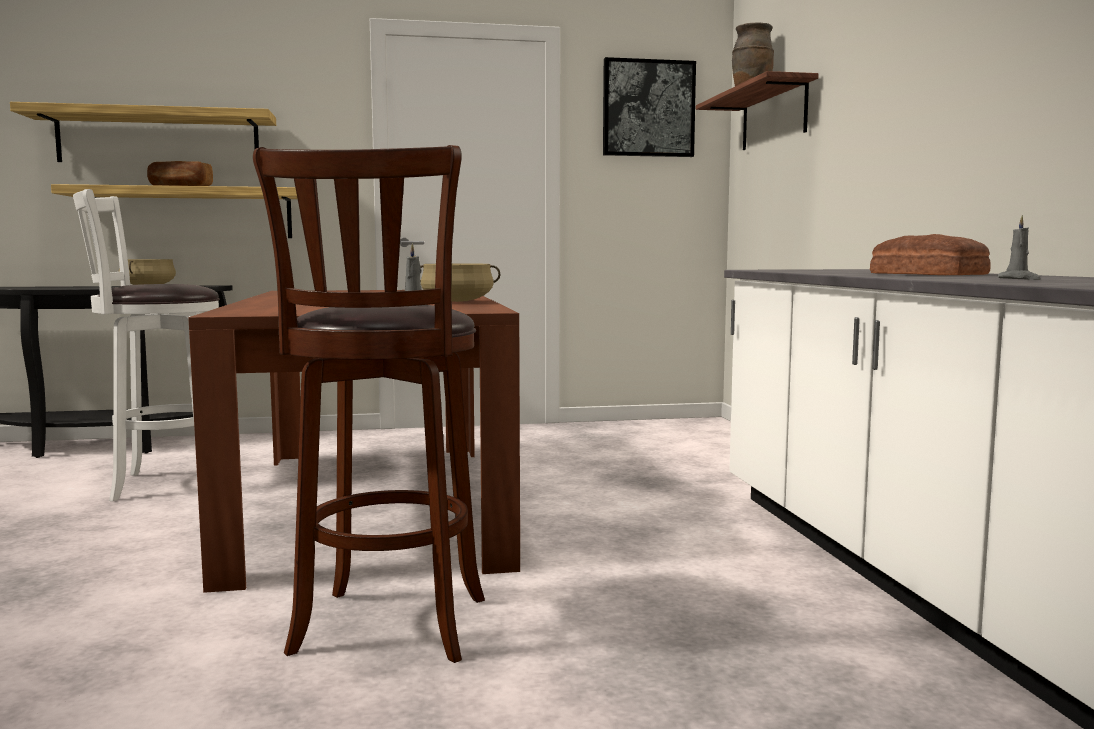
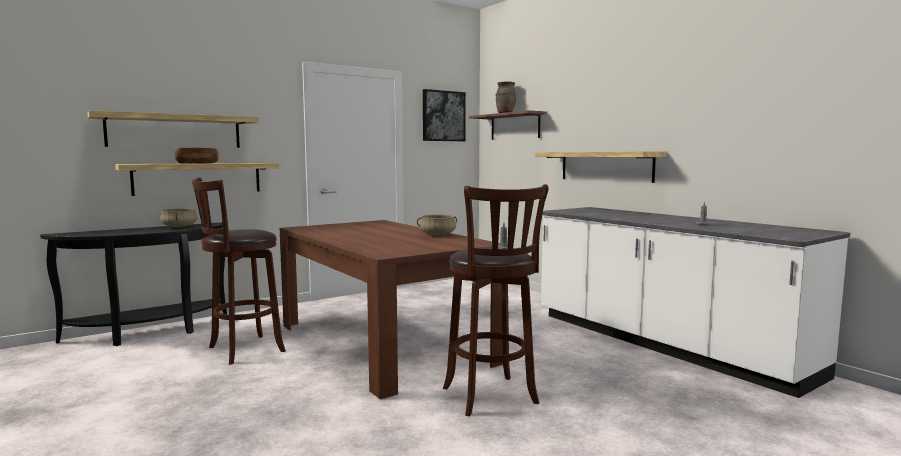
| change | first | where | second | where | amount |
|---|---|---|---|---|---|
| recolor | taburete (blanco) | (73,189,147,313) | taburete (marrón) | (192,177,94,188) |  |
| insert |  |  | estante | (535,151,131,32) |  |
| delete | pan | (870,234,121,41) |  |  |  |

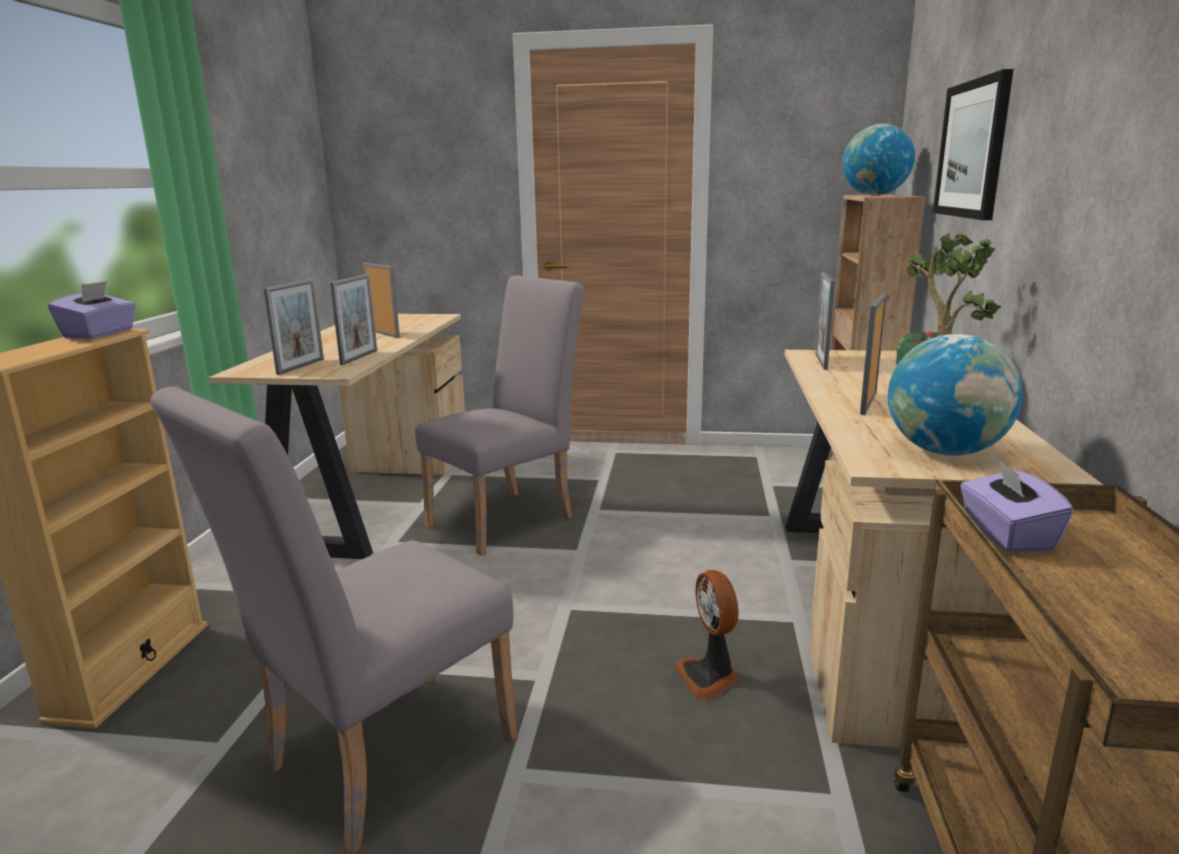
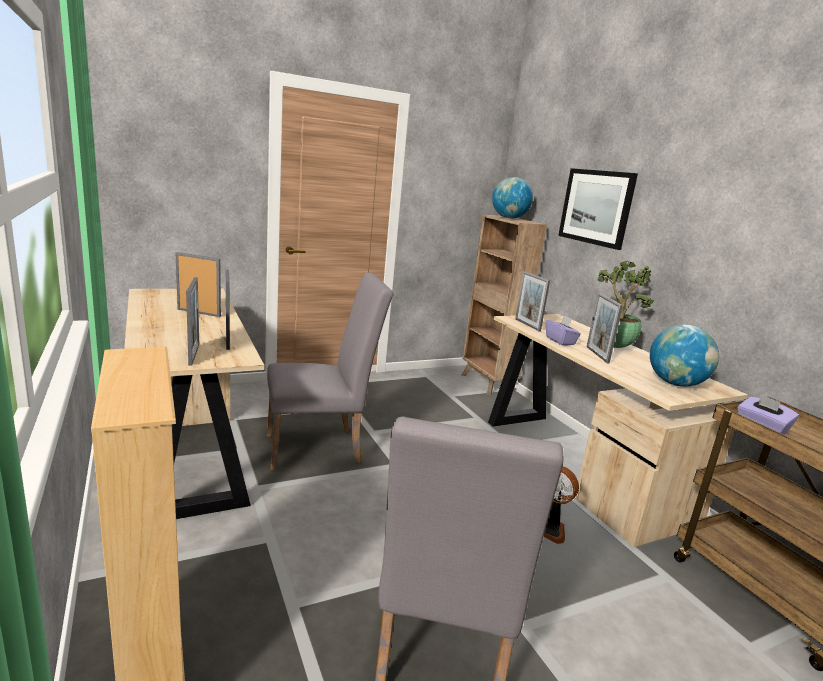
| change | first | where | second | where | amount |
|---|---|---|---|---|---|
| rotate | silla (gris) | (415,275,169,281) |  | (267,273,127,198) | 60 degrees clockwise |
| move | caja de pañuelos (morado) | (48,281,88,58) |  | (546,315,35,30) |  |

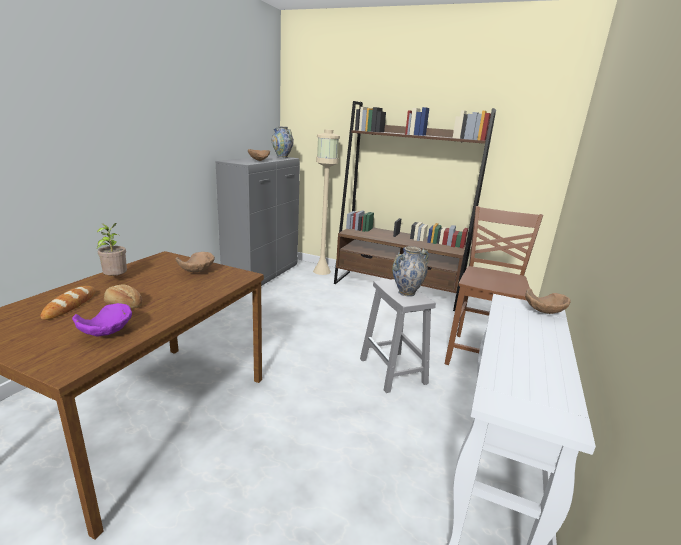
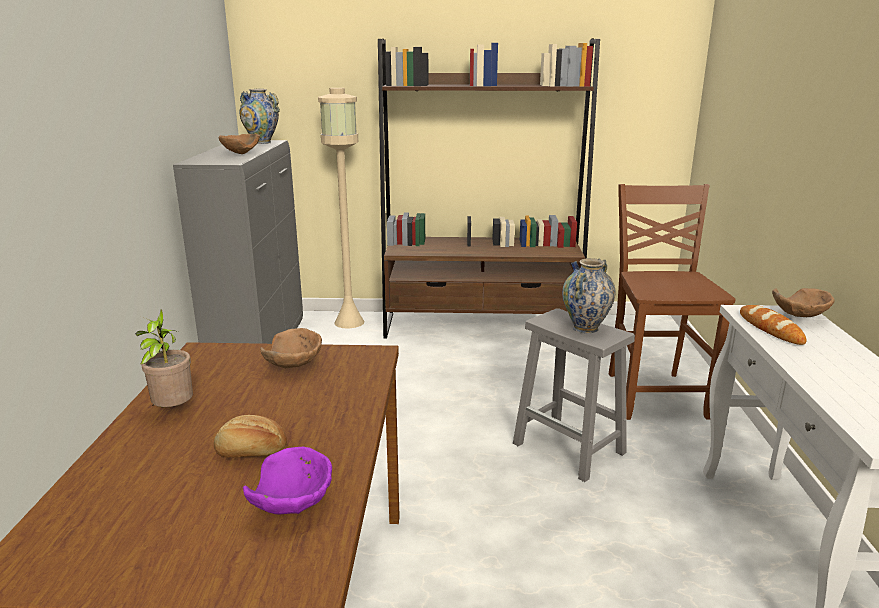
| change | first | where | second | where | amount |
|---|---|---|---|---|---|
| move | pan | (40,286,56,34) |  | (740,305,66,40) |  |

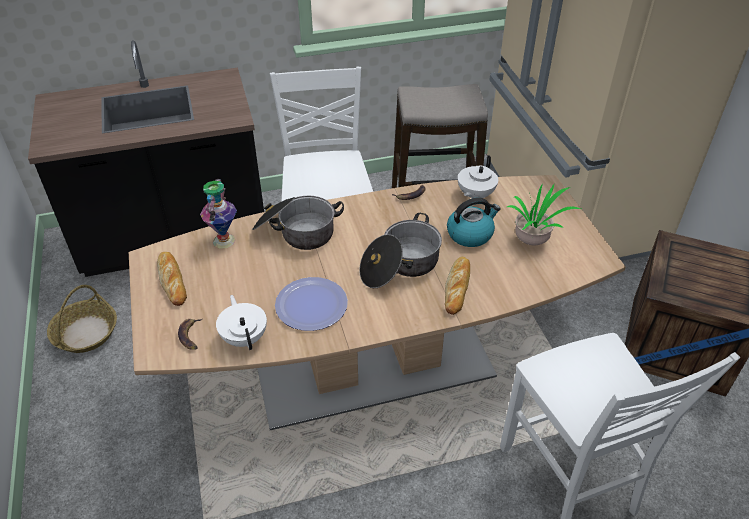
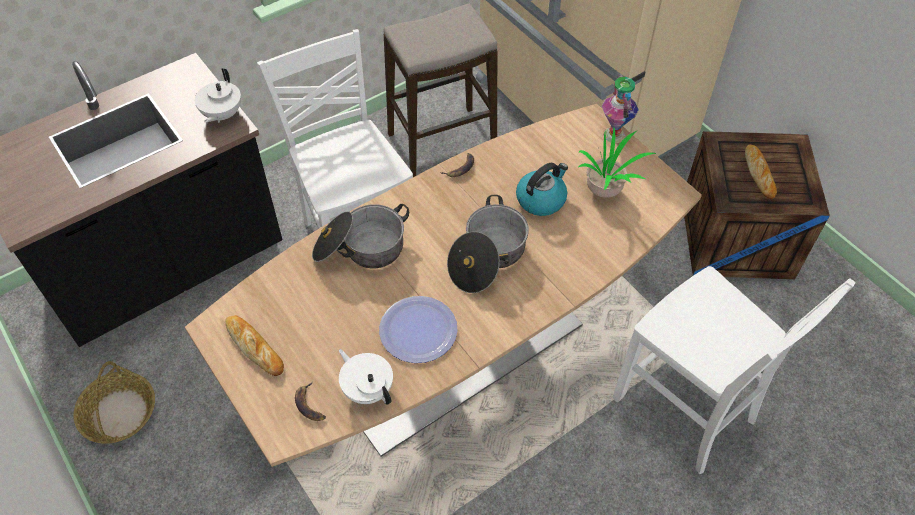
| change | first | where | second | where | amount |
|---|---|---|---|---|---|
| move | tetera (blanco) | (458,155,40,44) |  | (195,68,46,55) |  |
| move | florero | (200,179,37,70) |  | (602,74,37,69) |  |
| move | pan | (445,256,25,59) |  | (745,145,32,54) |  |

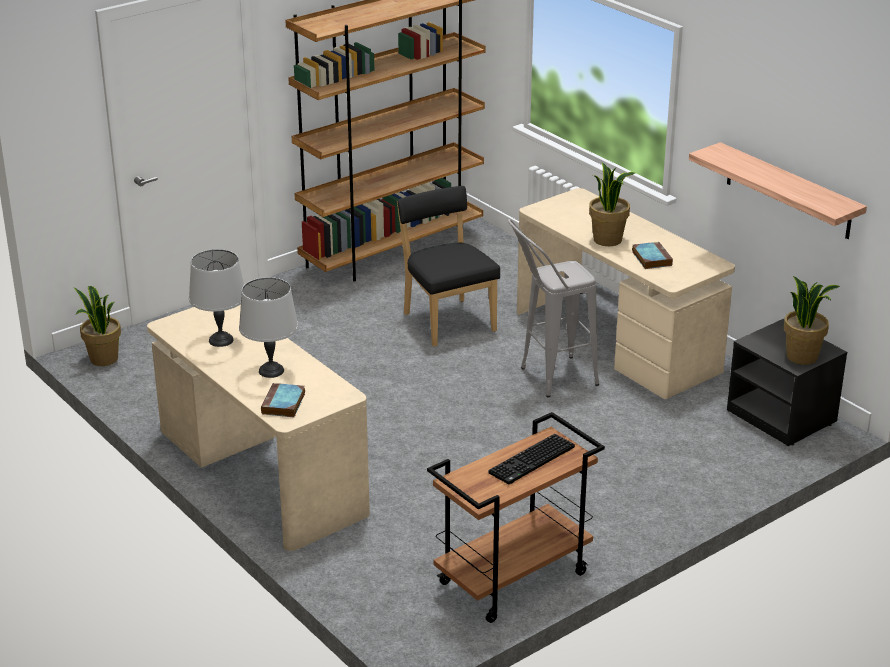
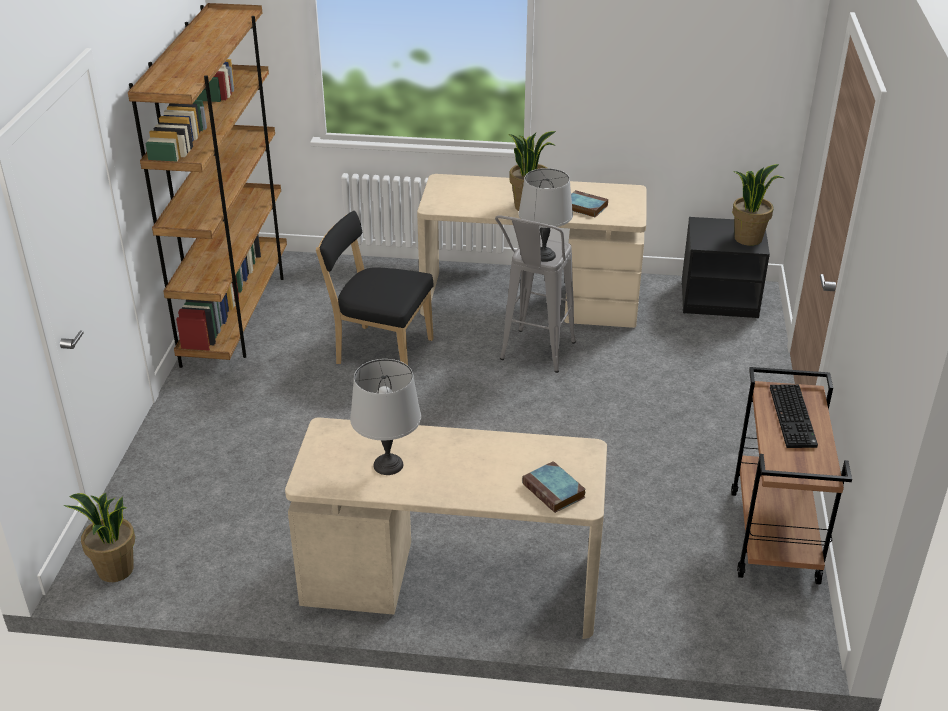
| change | first | where | second | where | amount |
|---|---|---|---|---|---|
| move | lámpara de mesa (gris) | (239,277,59,101) |  | (519,168,54,94) |  |
| delete | estante | (689,142,178,97) |  |  |  |

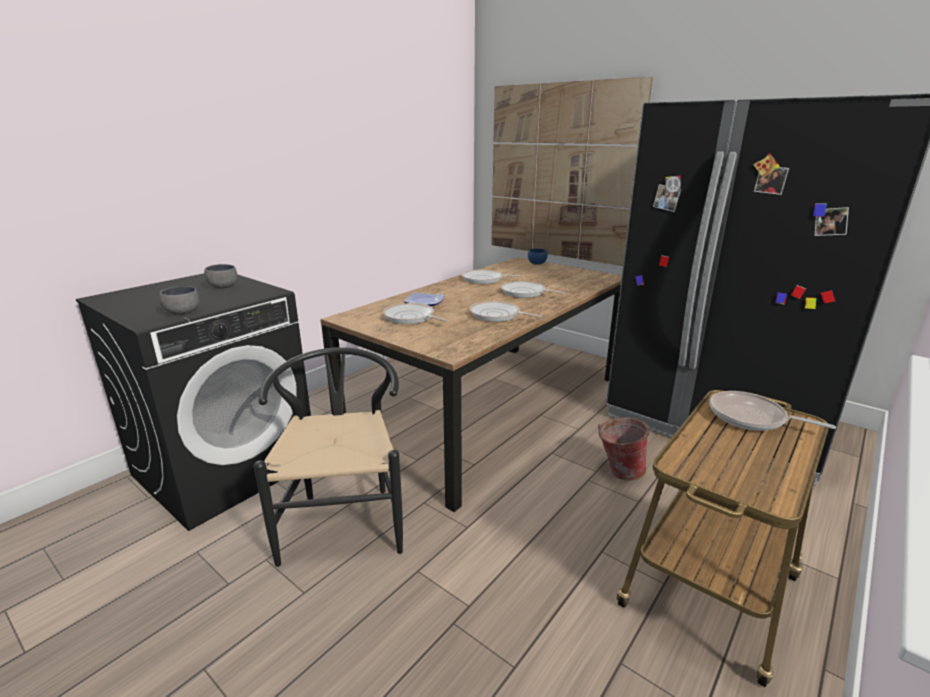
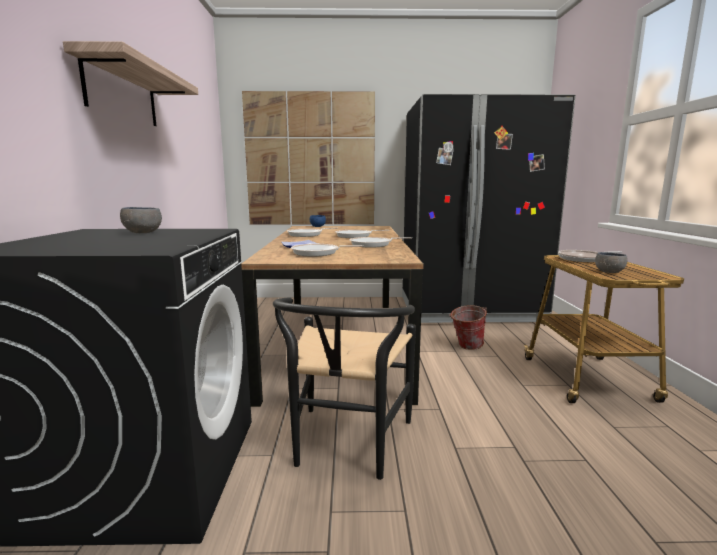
| change | first | where | second | where | amount |
|---|---|---|---|---|---|
| insert |  |  | estante | (63,41,135,85) |  |
| rotate | silla (negro) | (254,347,149,220) |  | (273,297,143,183) | 120 degrees counterclockwise |
| move | cuenco (gris) | (159,286,40,29) |  | (595,252,33,21) |  |

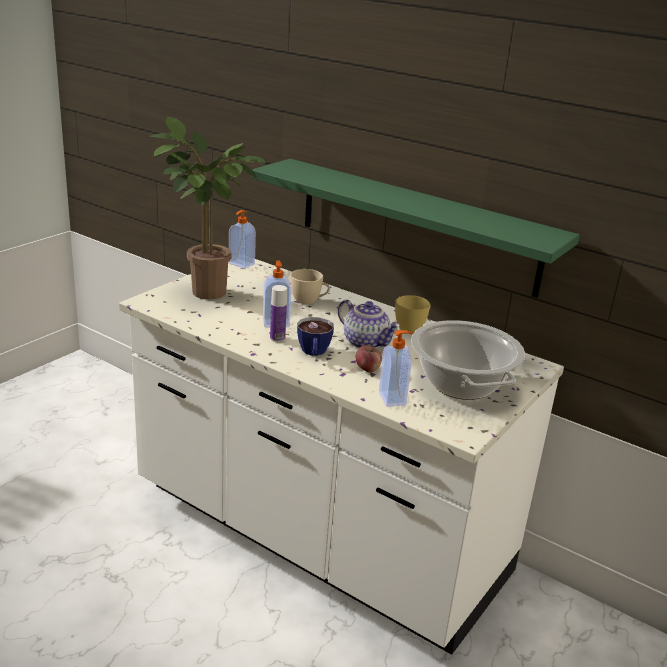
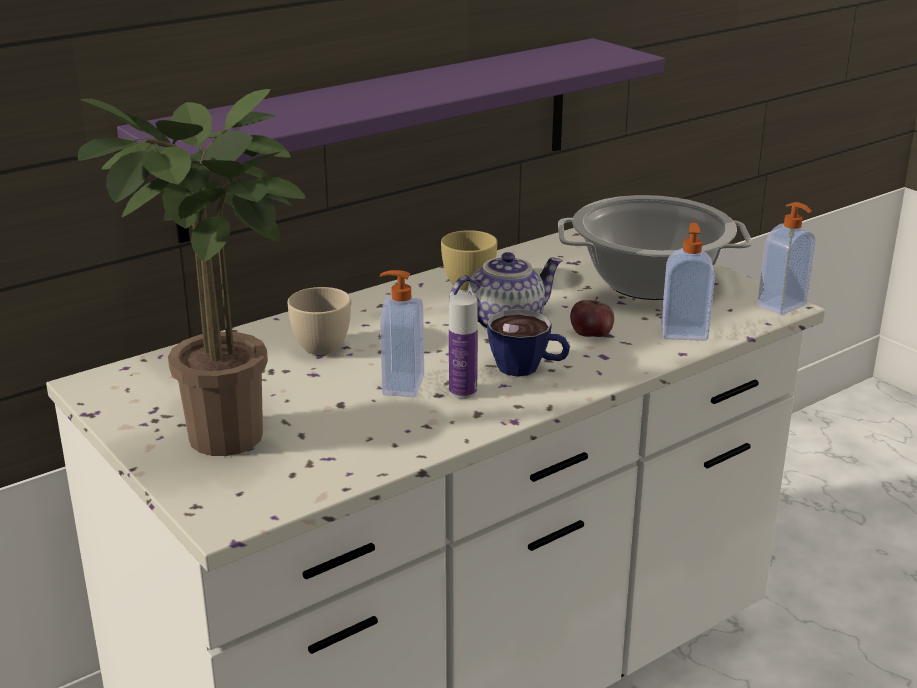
| change | first | where | second | where | amount |
|---|---|---|---|---|---|
| recolor | estante (verde) | (251,159,329,139) | estante (morado) | (117,38,548,205) |  |
| move | dispensador de jabón | (229,210,27,59) |  | (757,202,59,113) |  |

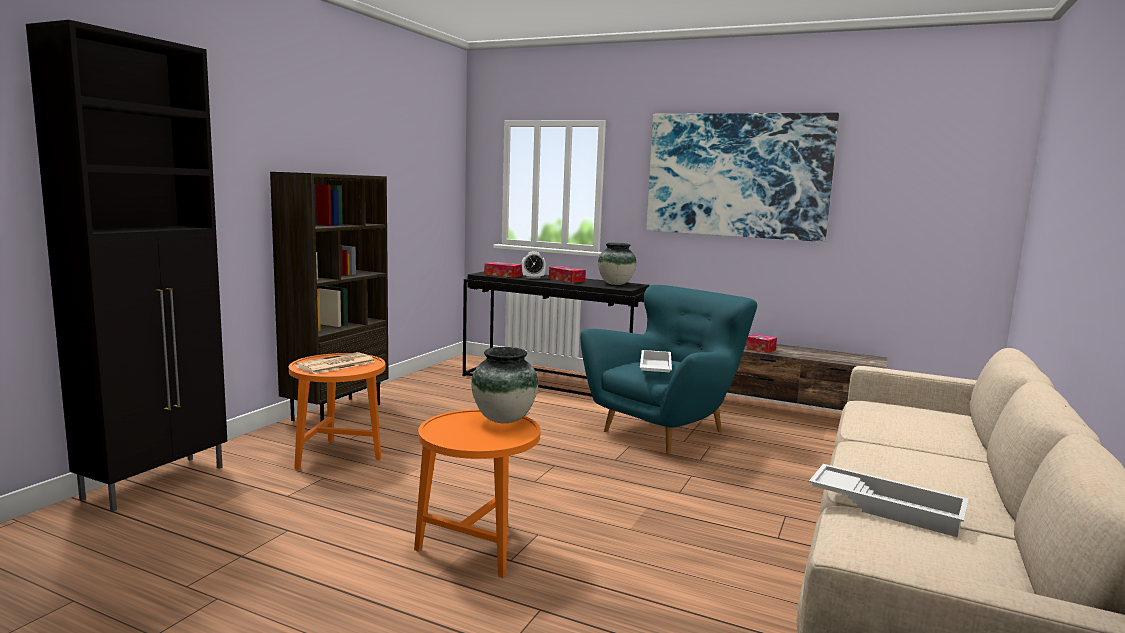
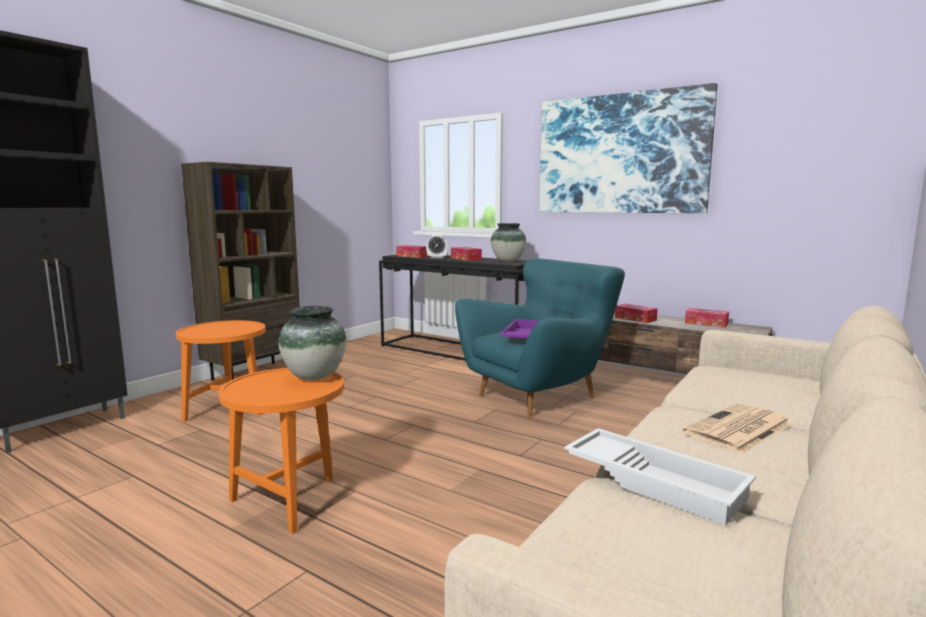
| change | first | where | second | where | amount |
|---|---|---|---|---|---|
| recolor | bandeja (blanco) | (640,350,32,22) | bandeja (morado) | (500,319,38,20) |  |
| move | periódico | (295,352,80,22) |  | (683,403,109,51) |  |
| insert |  |  | caja de pañuelos | (685,308,44,20) |  |

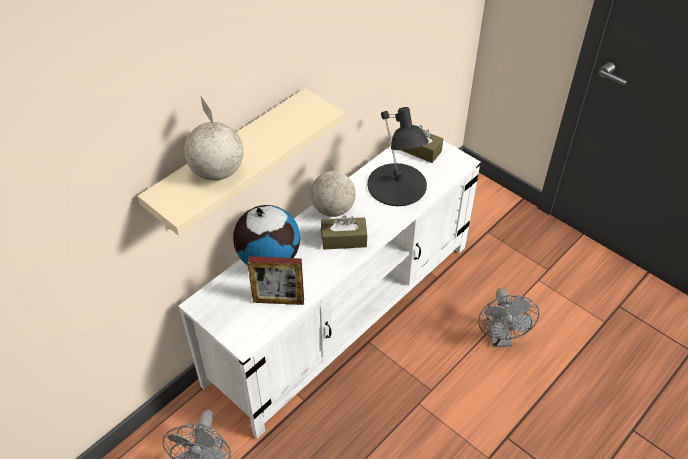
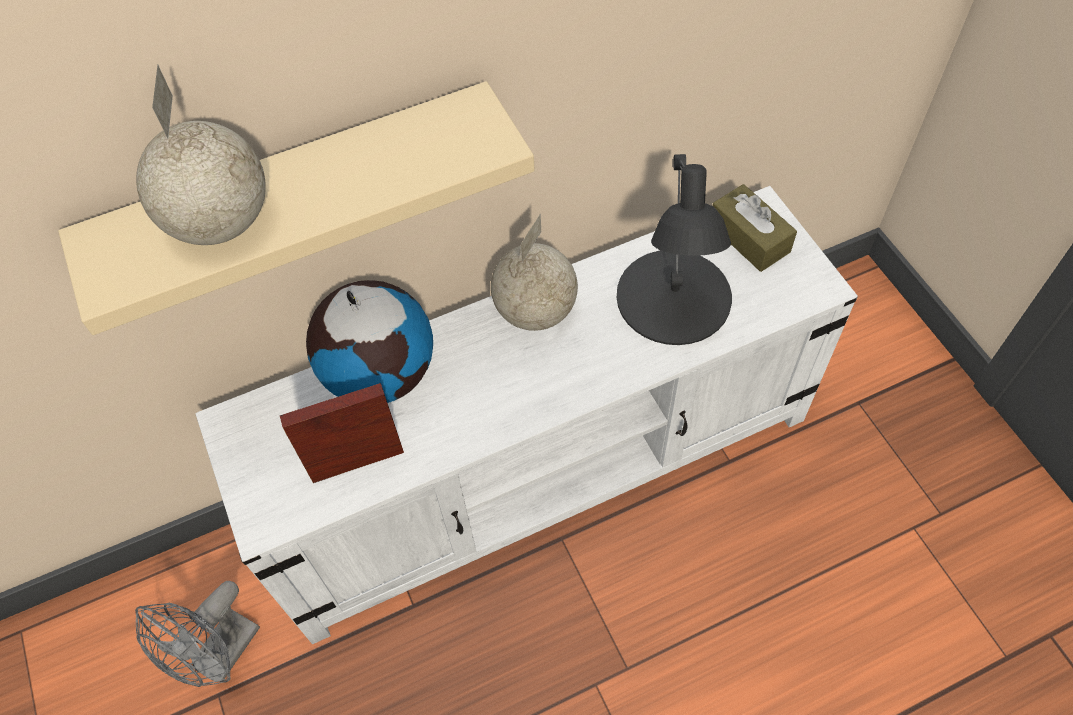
| change | first | where | second | where | amount |
|---|---|---|---|---|---|
| rotate | portarretratos | (247,256,57,49) |  | (280,383,124,100) | 135 degrees clockwise |
| delete | caja de pañuelos (marrón) | (321,215,47,35) |  |  |  |
| delete | ventilador (gris) | (478,288,61,59) |  |  |  |

